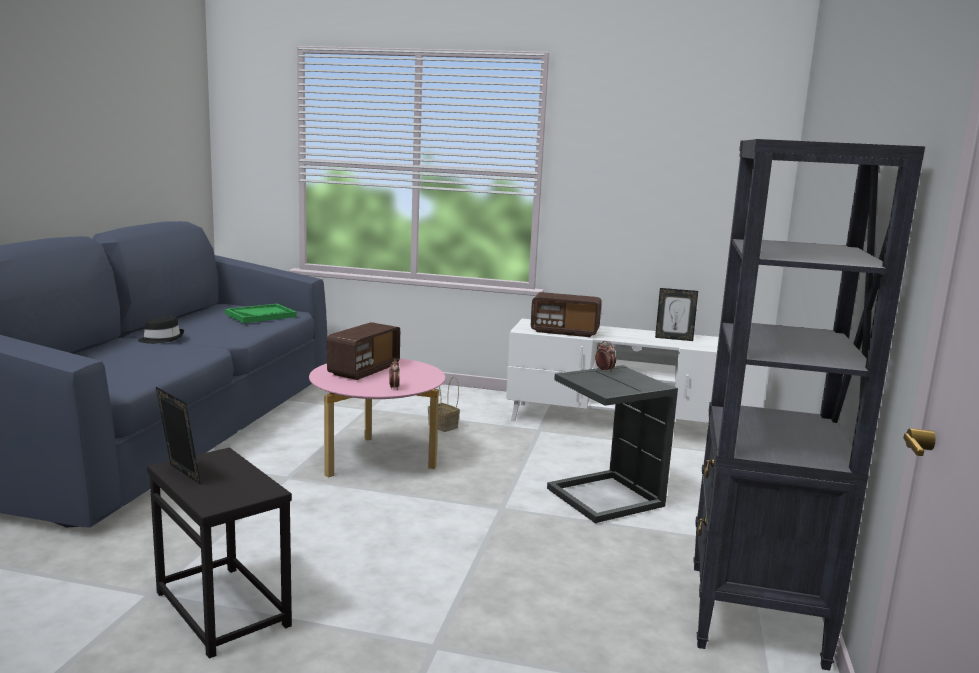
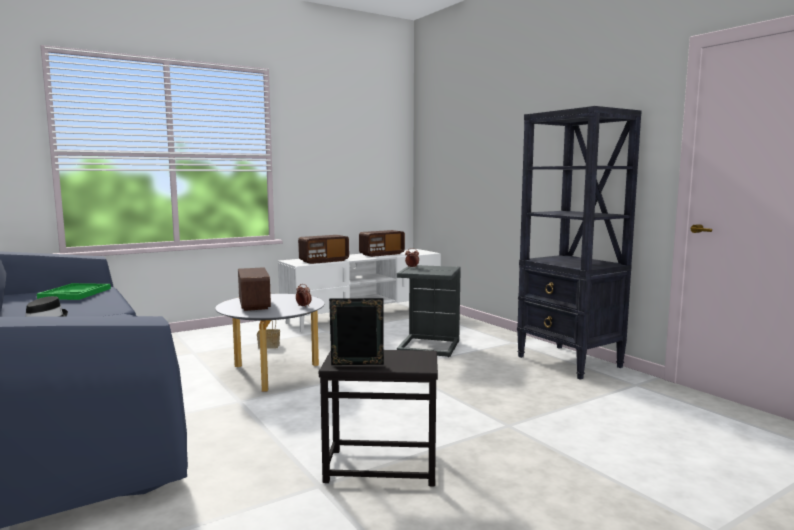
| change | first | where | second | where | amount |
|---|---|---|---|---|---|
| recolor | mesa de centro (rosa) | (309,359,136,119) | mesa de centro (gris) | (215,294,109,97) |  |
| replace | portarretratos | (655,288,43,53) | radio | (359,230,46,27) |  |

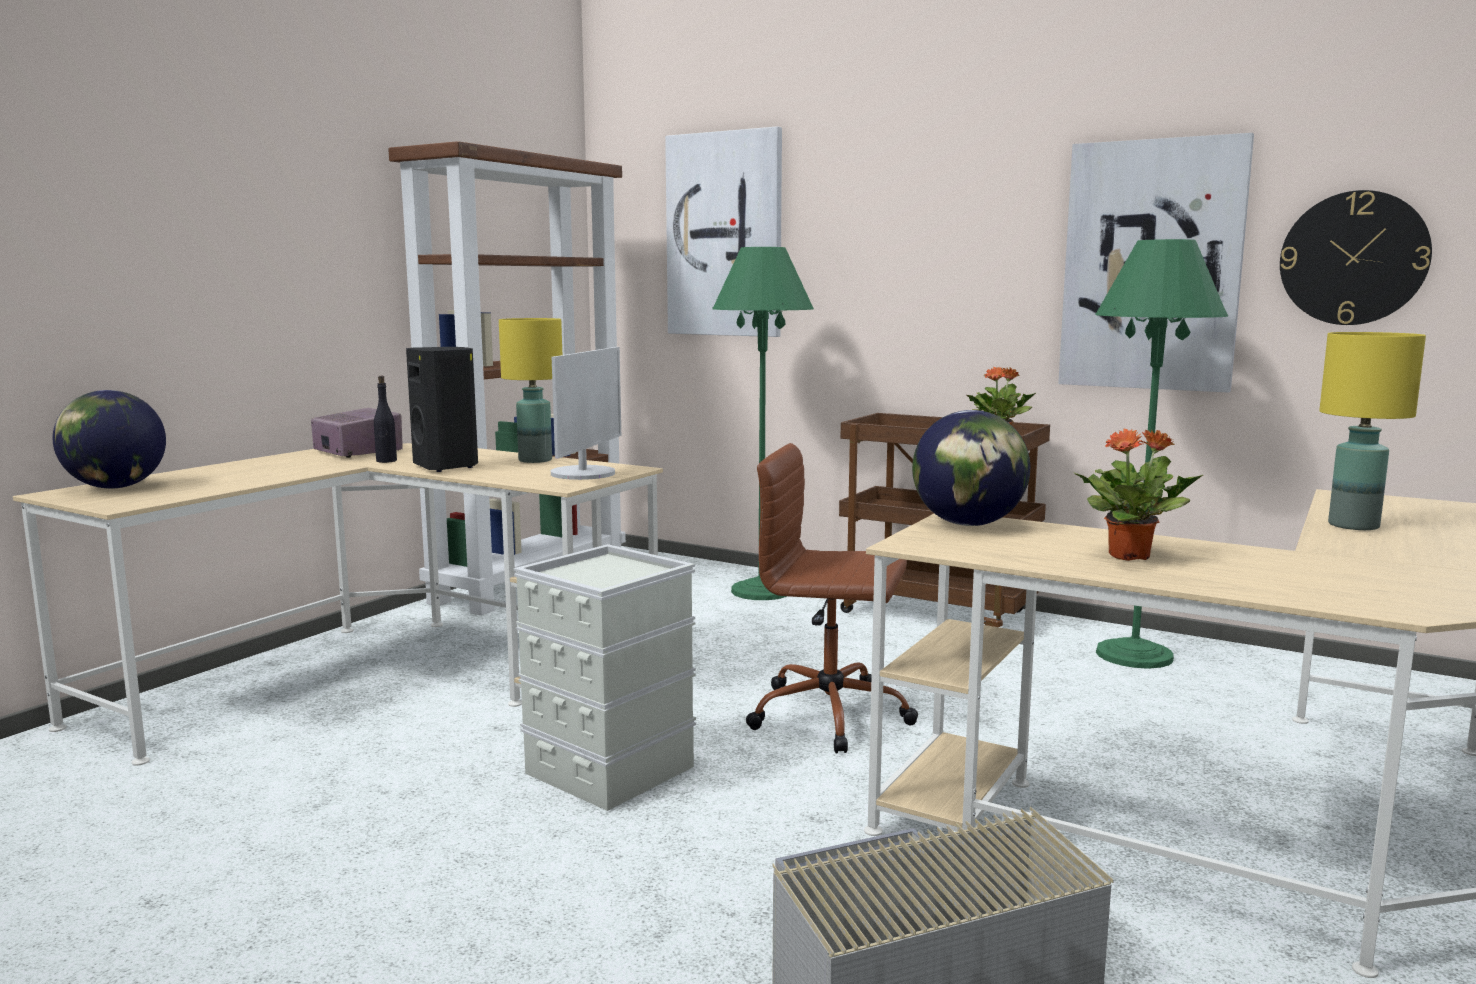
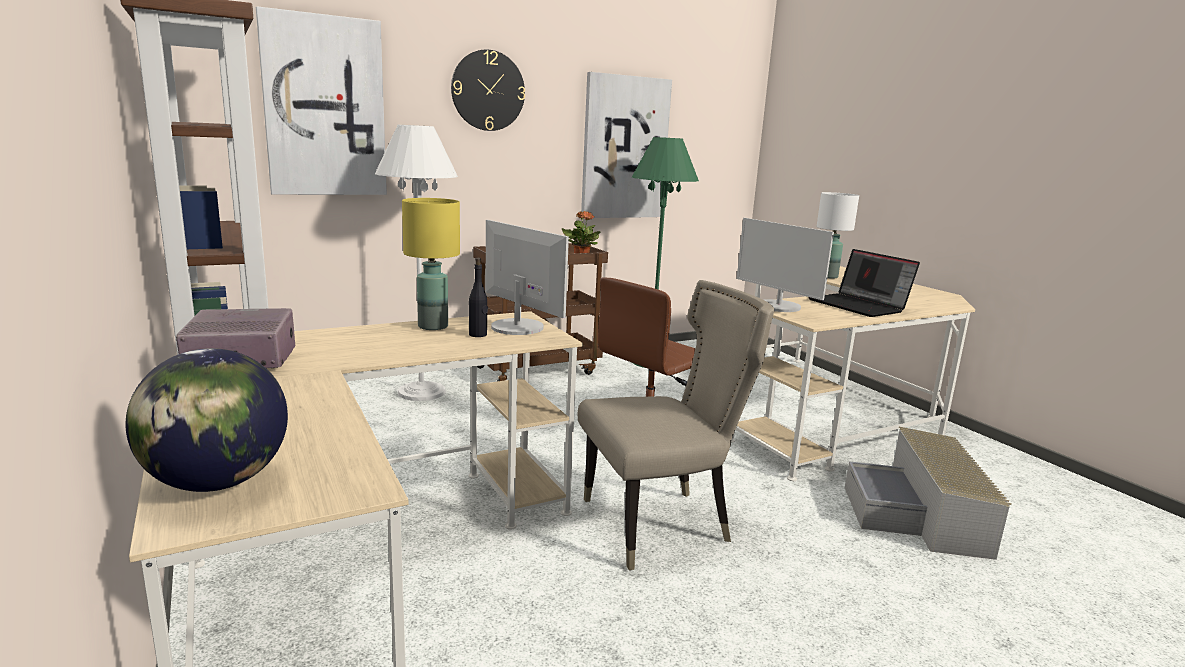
| change | first | where | second | where | amount |
|---|---|---|---|---|---|
| recolor | lámpara de pie (verde) | (712,247,102,353) | lámpara de pie (blanco) | (375,125,83,276) |  |
| move | reloj de pared | (1280,190,152,135) |  | (451,49,74,82) |  |
| move | botella (negro) | (374,376,23,87) |  | (469,258,19,79) |  |
| replace | caja de almacenaje (gris) | (514,544,182,267) | silla (beis) | (578,280,196,290) |  |
| replace | globo terráqueo | (912,410,118,116) | monitor | (737,218,97,94) |  |
| replace | planta en maceta | (1074,429,129,132) | portátil | (808,249,112,68) |  |
| recolor | lámpara de mesa (amarillo) | (1319,332,107,198) | lámpara de mesa (blanco) | (817,192,42,87) |  |
| delete | altavoz (negro) | (406,347,72,125) |  |  |  |

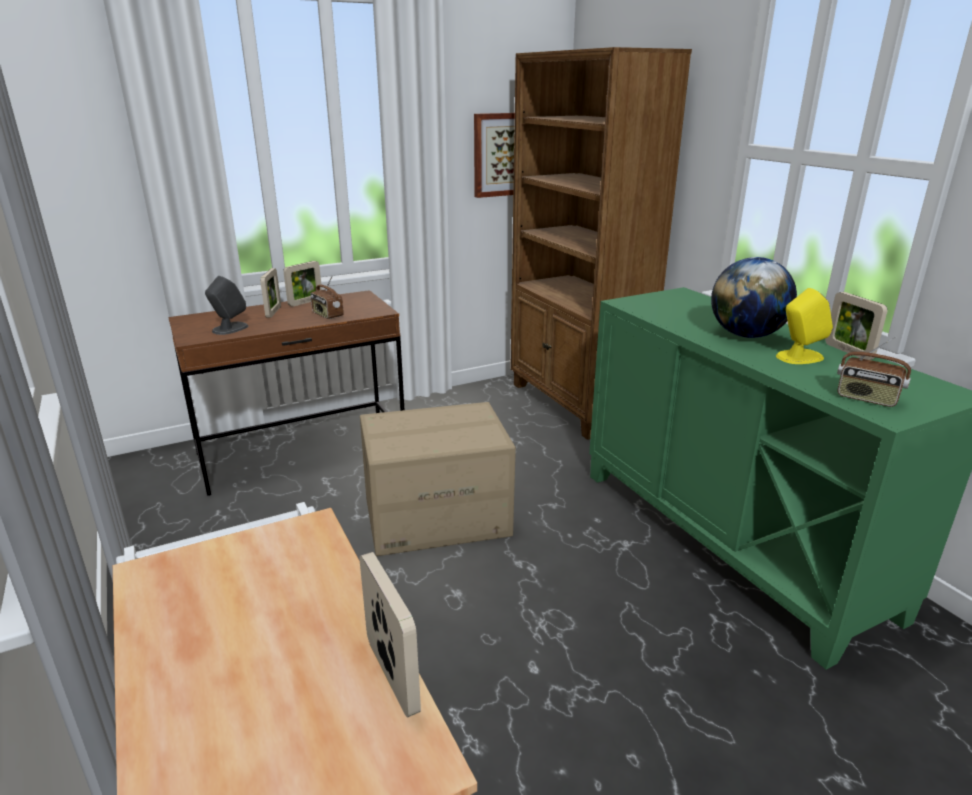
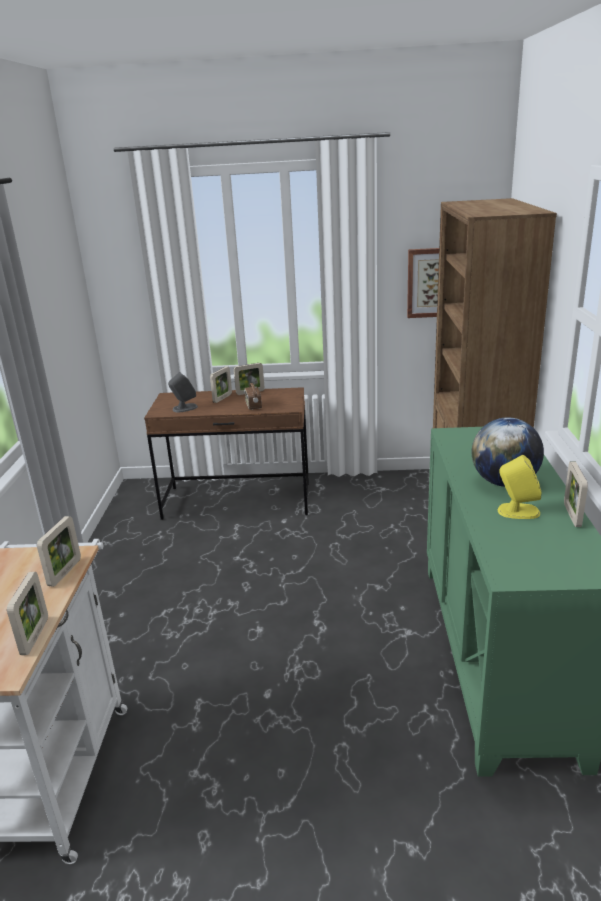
| change | first | where | second | where | amount |
|---|---|---|---|---|---|
| insert |  |  | portarretratos | (37,516,44,71) |  |
| delete | caja de cartón | (360,402,156,154) |  |  |  |
| delete | radio | (837,337,74,70) |  |  |  |

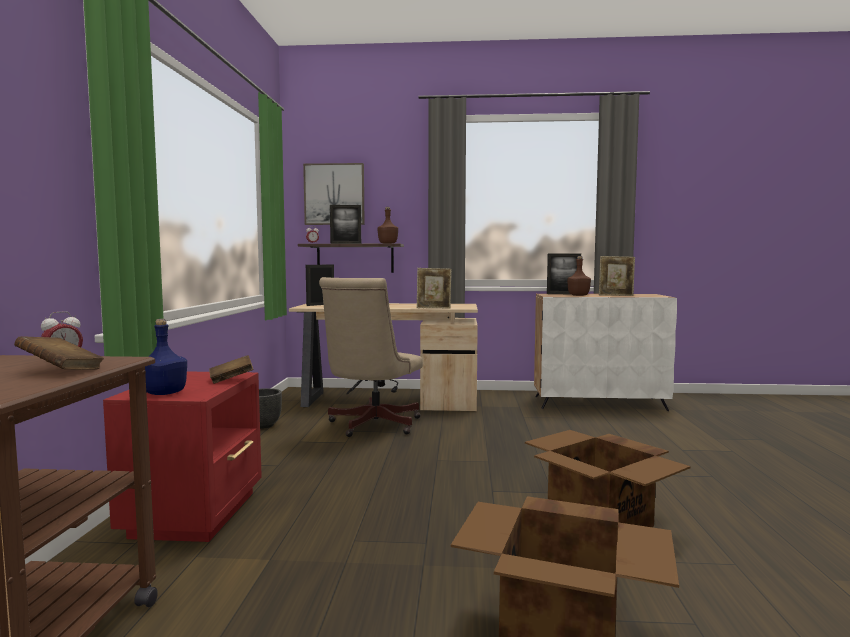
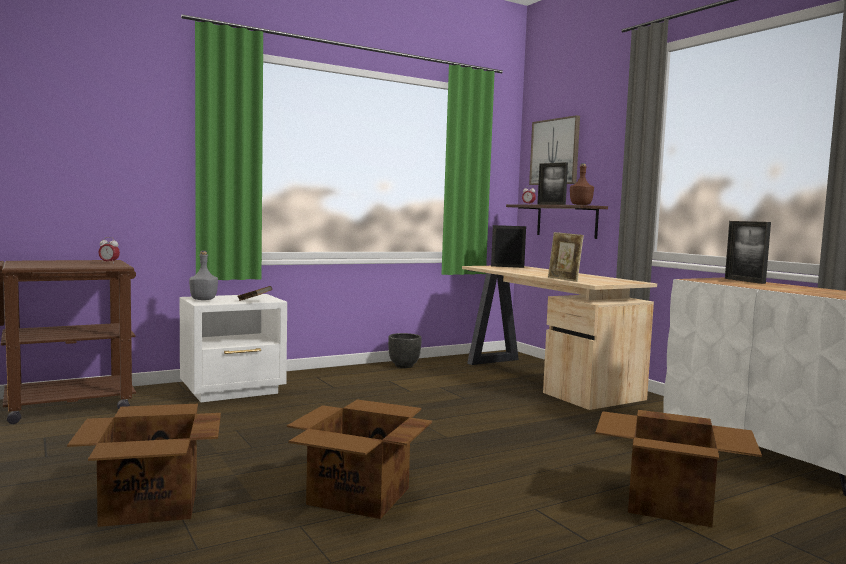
| change | first | where | second | where | amount |
|---|---|---|---|---|---|
| recolor | mesita de noche (rojo) | (103,371,159,171) | mesita de noche (blanco) | (180,294,107,108) |  |
| recolor | botella (azul) | (145,319,42,76) | botella (gris) | (189,251,29,49) |  |
| insert |  |  | caja de cartón | (595,410,167,117) |  |
| delete | libro (marrón) | (14,336,90,34) |  |  |  |
| delete | silla de oficina (beis) | (319,277,104,160) |  |  |  |
| delete | botella (marrón) | (567,256,24,40) |  |  |  |
| delete | portarretratos | (599,256,36,40) |  |  |  |

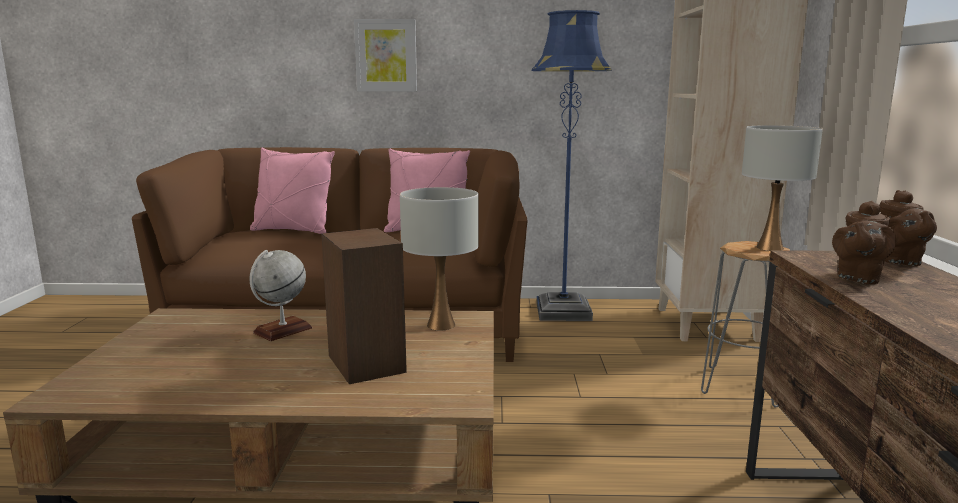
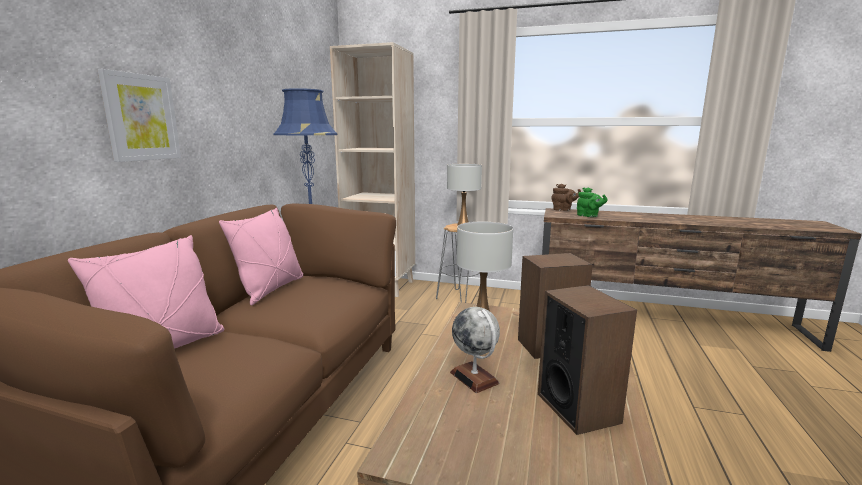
| change | first | where | second | where | amount |
|---|---|---|---|---|---|
| insert |  |  | altavoz | (538,285,99,150) |  |
| recolor | tetera (marrón) | (832,201,64,83) | tetera (verde) | (577,188,30,29) |  |

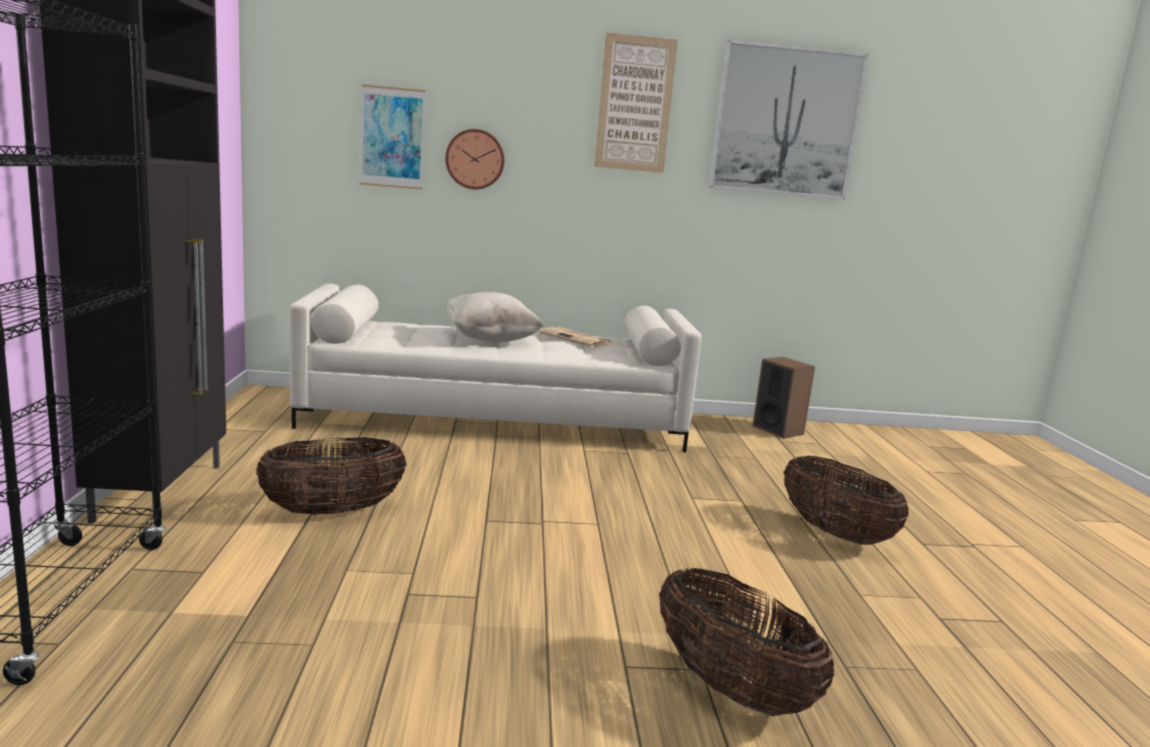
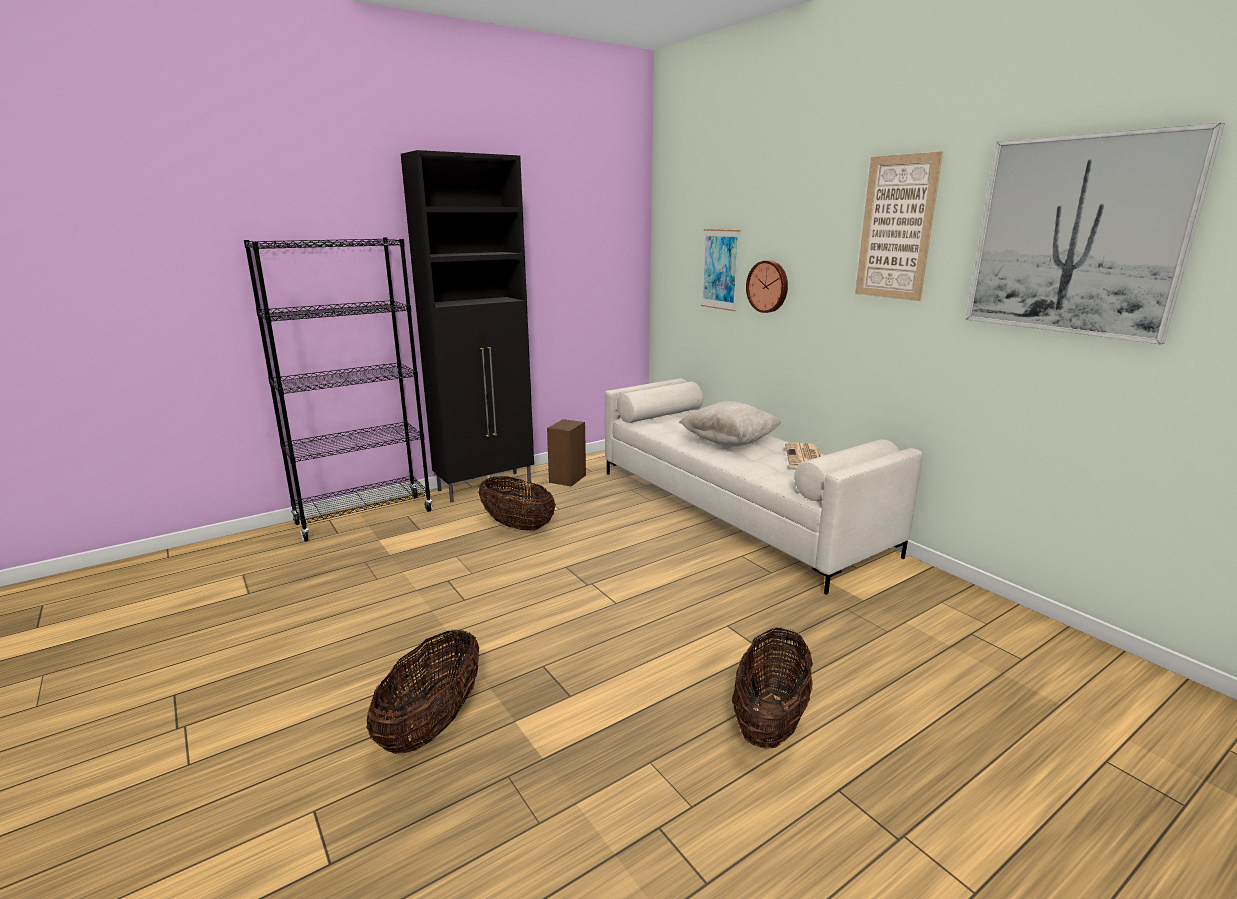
| change | first | where | second | where | amount |
|---|---|---|---|---|---|
| move | altavoz | (753,357,62,82) |  | (547,419,39,68) |  |

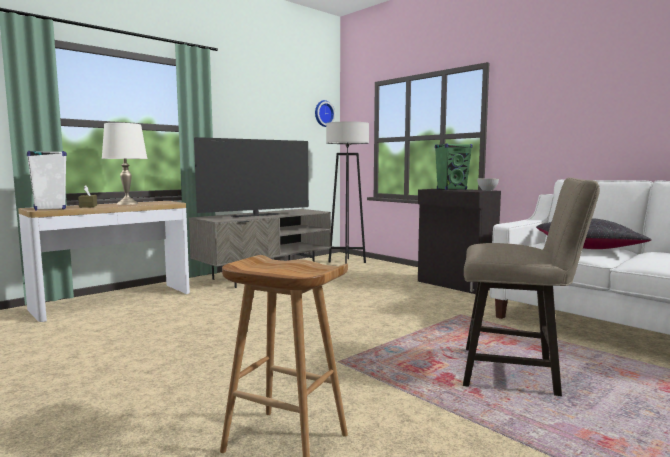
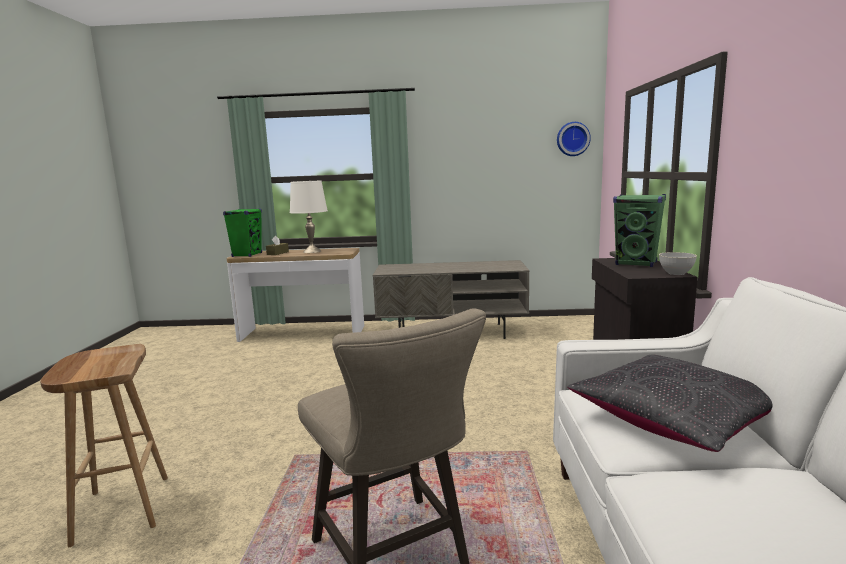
| change | first | where | second | where | amount |
|---|---|---|---|---|---|
| recolor | altavoz (blanco) | (27,151,40,60) | altavoz (verde) | (223,208,39,49) |  |
| delete | televisor | (194,137,115,80) |  |  |  |
| delete | lámpara de pie (gris) | (326,121,43,143) |  |  |  |

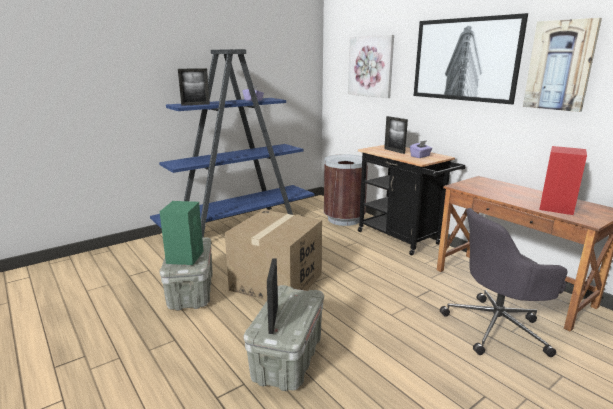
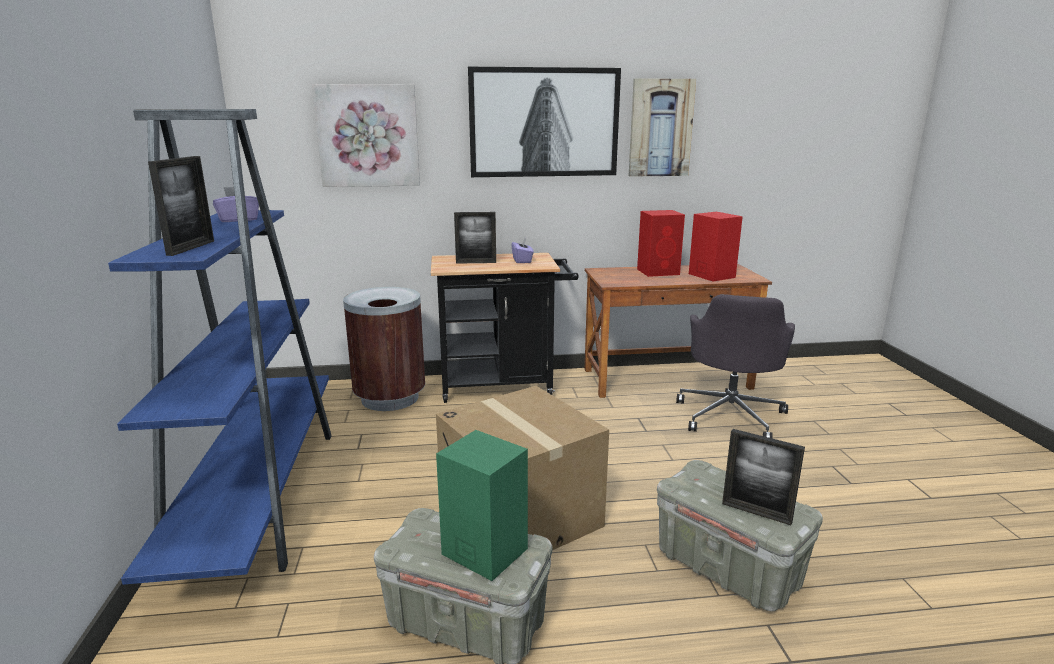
| change | first | where | second | where | amount |
|---|---|---|---|---|---|
| insert |  |  | altavoz (rojo) | (637,210,48,67) |  |

